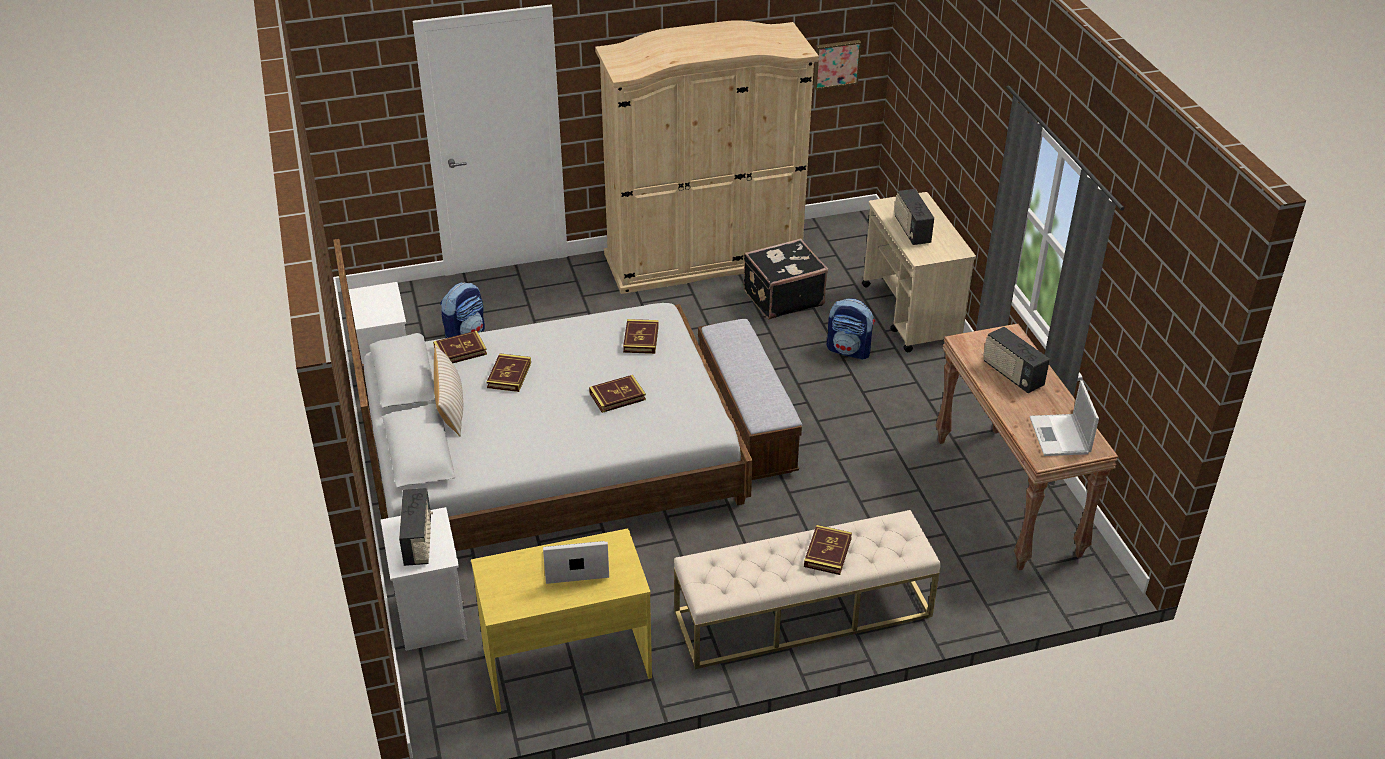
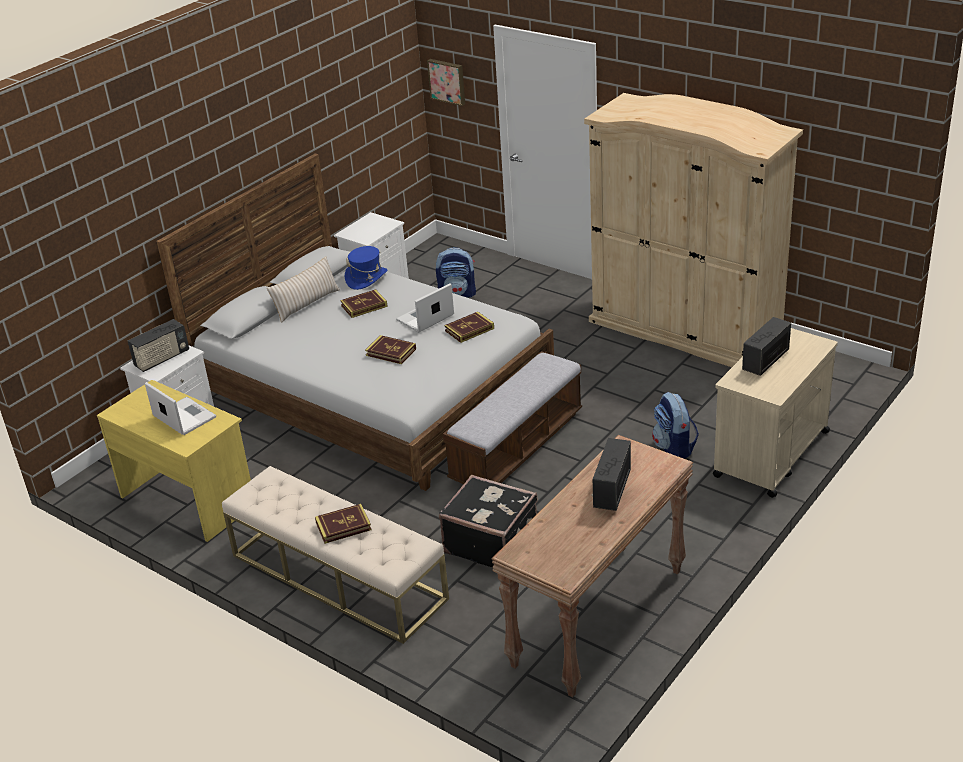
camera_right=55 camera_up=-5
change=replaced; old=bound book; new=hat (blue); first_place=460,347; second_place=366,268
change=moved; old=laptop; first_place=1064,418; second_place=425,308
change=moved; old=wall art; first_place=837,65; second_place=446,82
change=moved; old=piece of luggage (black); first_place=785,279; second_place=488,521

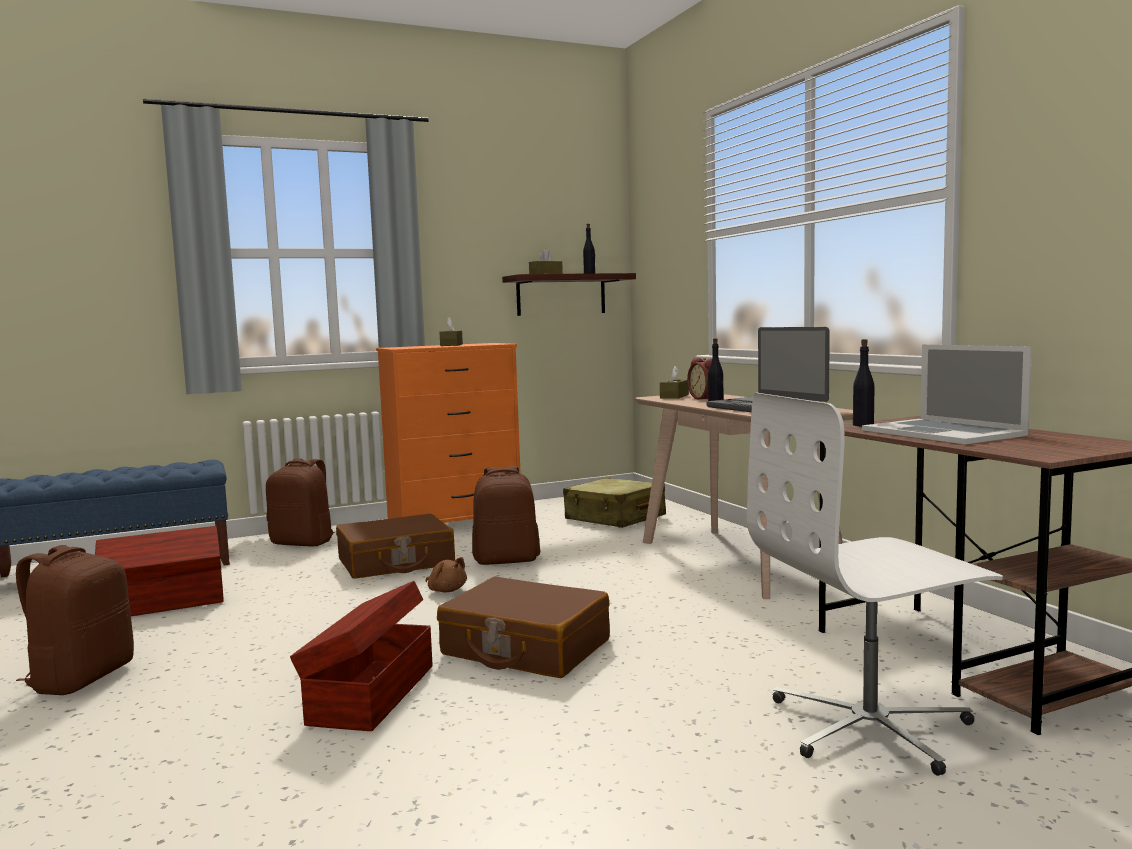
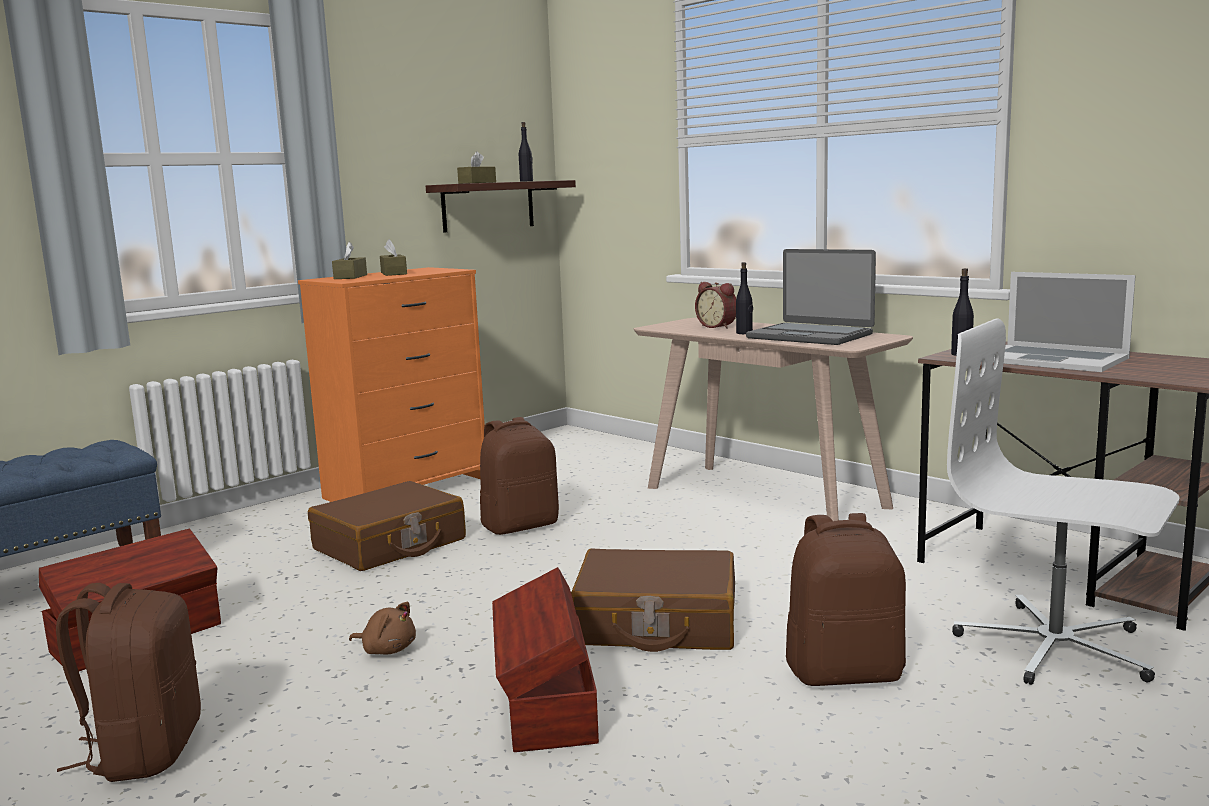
camera_right=-20 camera_up=5
change=moved; old=box of tissues (brown); first_place=674,382; second_place=349,260
change=moved; old=plush toy (brown); first_place=446,575; second_place=382,628
change=moved; old=backpack (brown); first_place=300,503; second_place=846,599
change=turned; old=computer chair (white); first_place=875,584; second_place=1063,501; degrees=75
change=removed; old=piece of luggage (beige-coloured); first_place=614,503

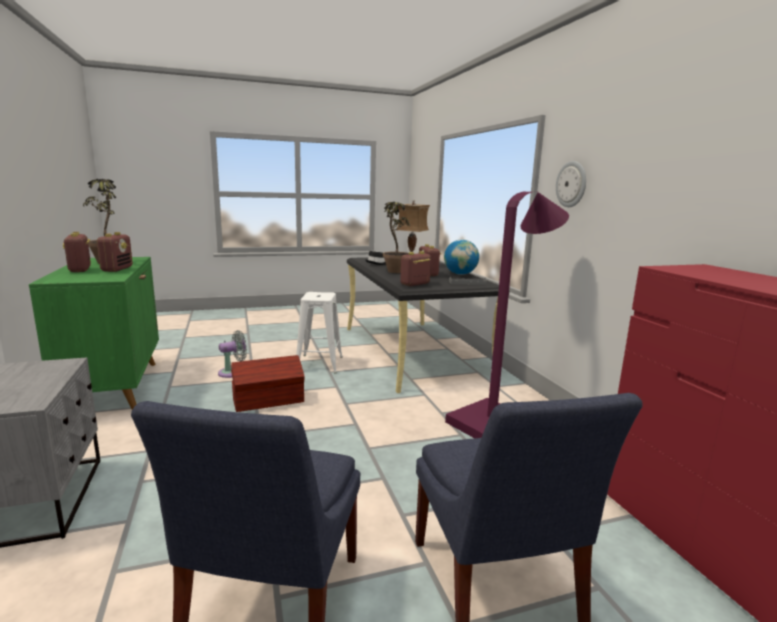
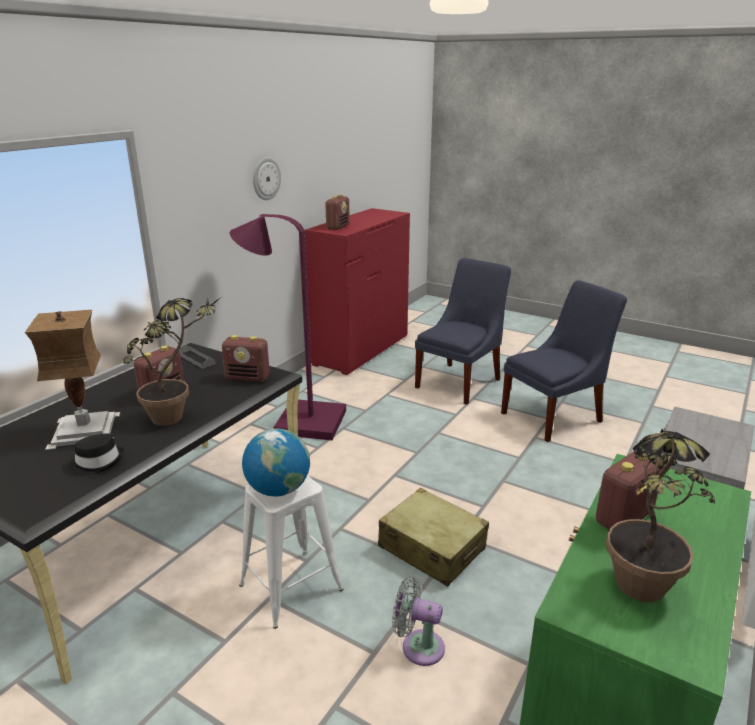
camera_right=-130 camera_up=10
change=moved; old=globe; first_place=461,257; second_place=276,462
change=moved; old=clock on the wall; first_place=571,184; second_place=267,178
change=moved; old=radio set; first_place=77,252; second_place=337,212
change=replaced; old=storage bin (brown); new=piece of luggage (beige-coloured); first_place=268,383; second_place=433,537

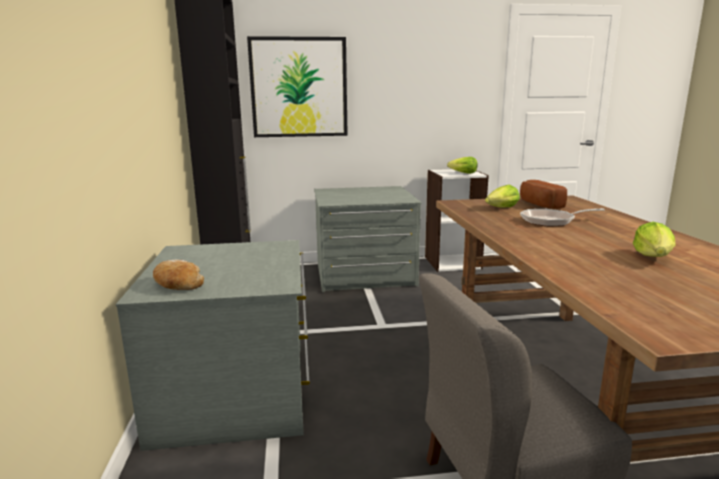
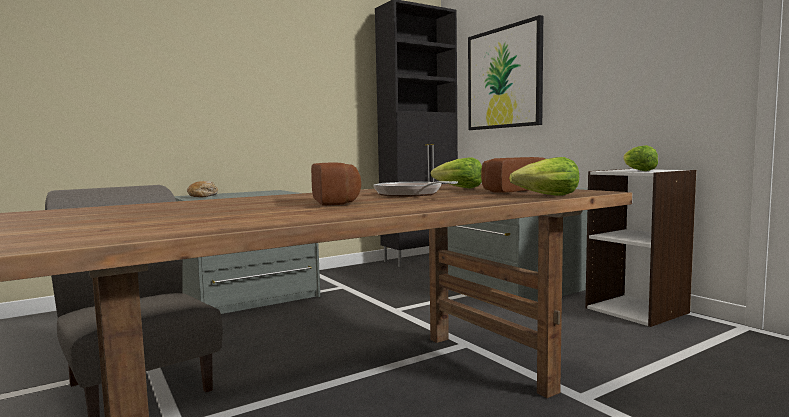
camera_right=65 camera_up=-10
change=added; new=bakery bread; second_place=336,184
change=moved; old=lettuce head; first_place=654,239; second_place=544,176

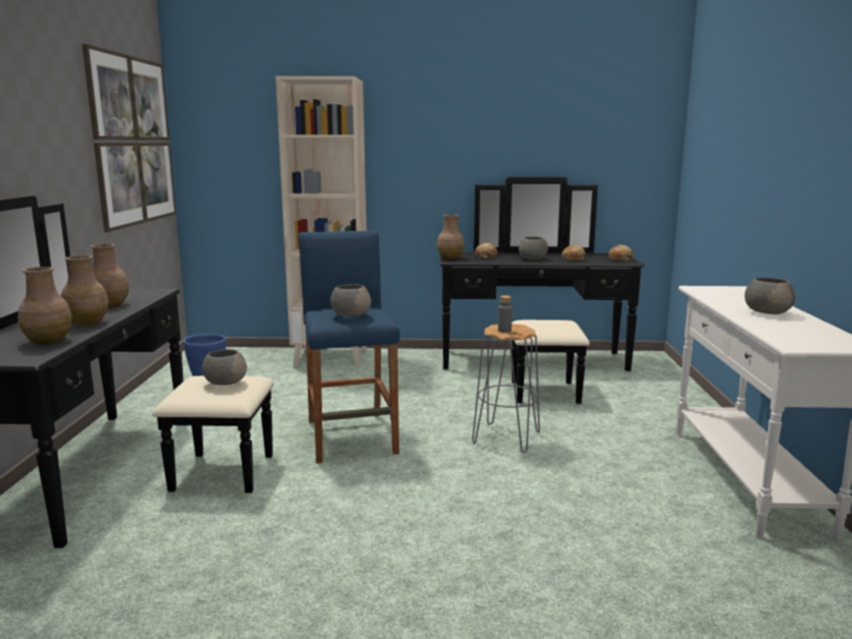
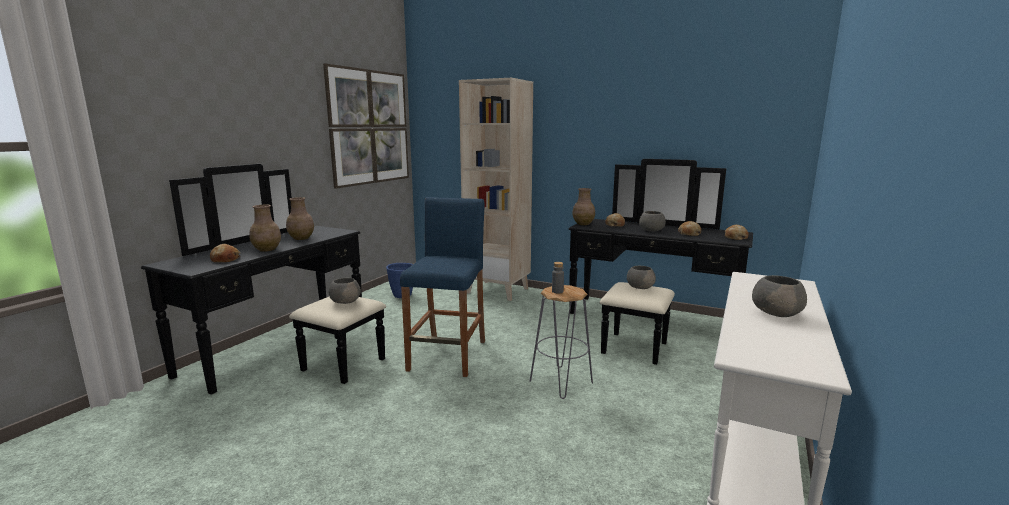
camera_right=25 camera_up=0
change=replaced; old=vase (brown); new=bakery bread; first_place=45,306; second_place=225,253
change=moved; old=bowl (gray); first_place=351,300; second_place=641,277

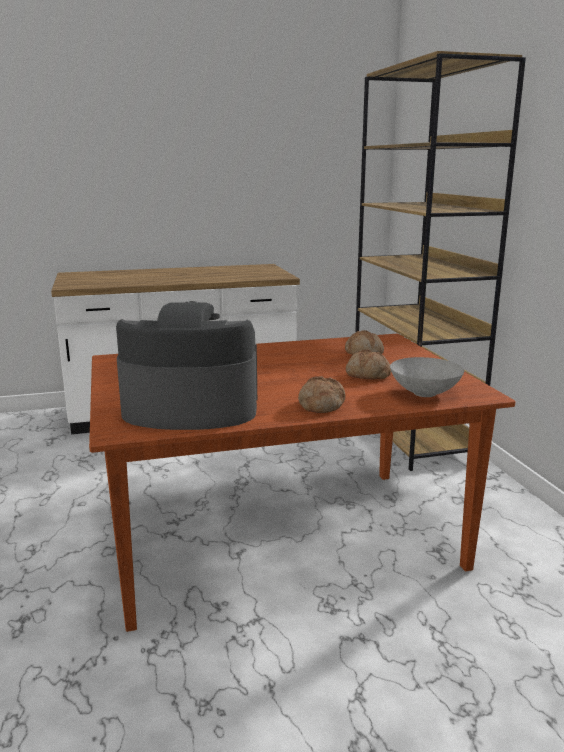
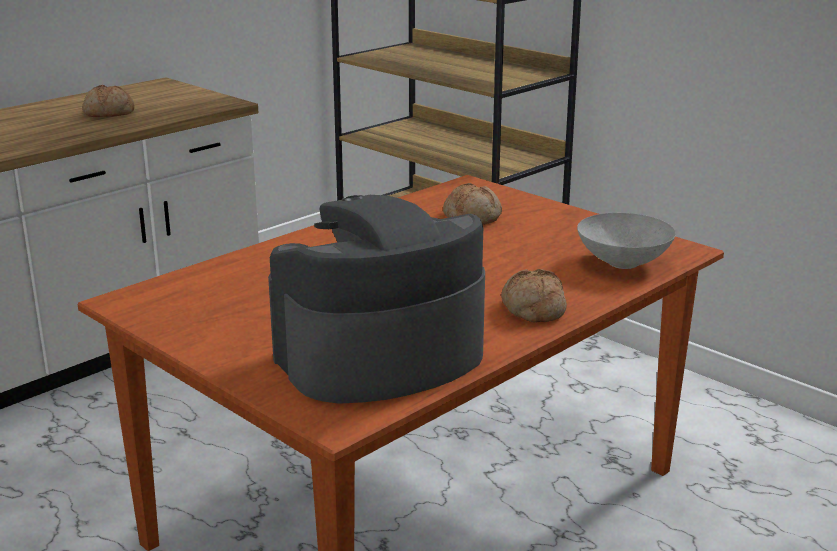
camera_right=-30 camera_up=5
change=moved; old=bakery bread; first_place=368,364; second_place=108,101

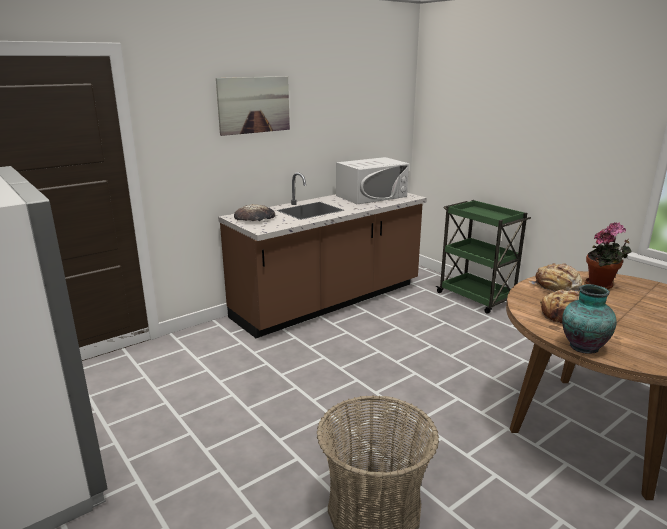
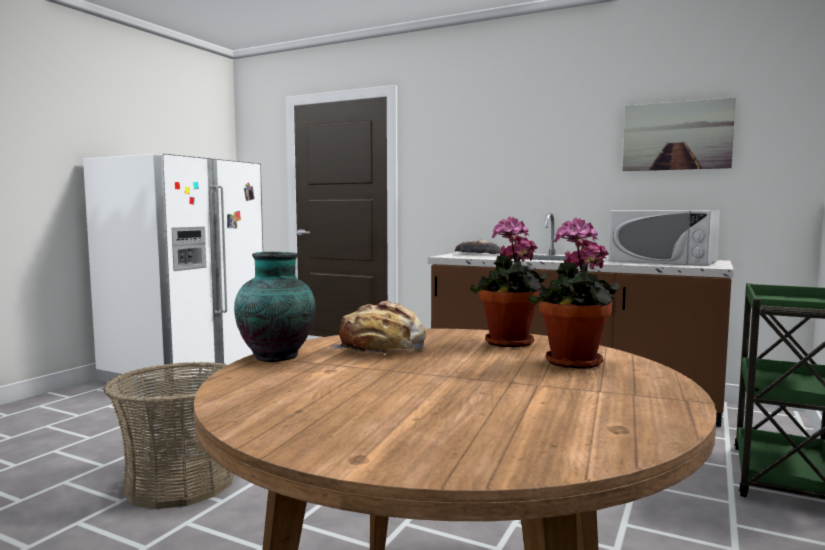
camera_right=65 camera_up=-15
change=replaced; old=bakery bread; new=houseplant; first_place=555,277; second_place=508,282
change=moved; old=wall art; first_place=253,106; second_place=679,134

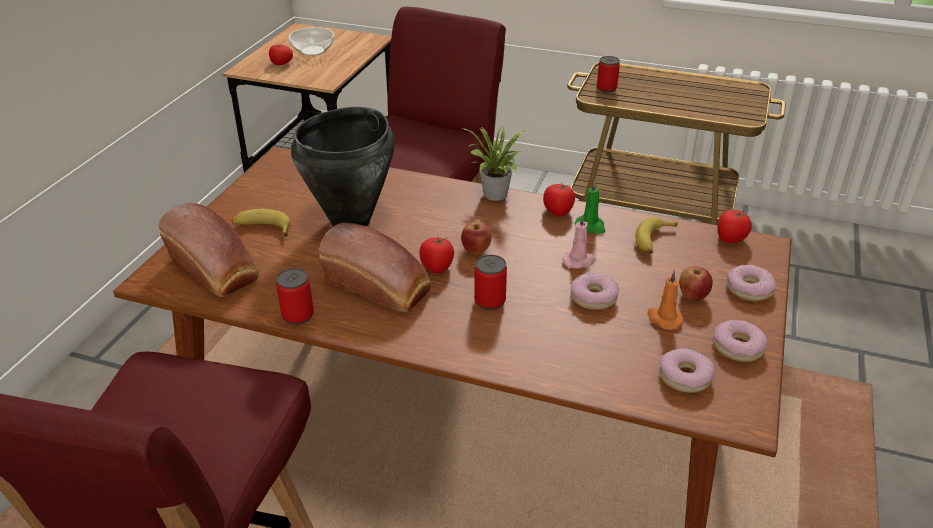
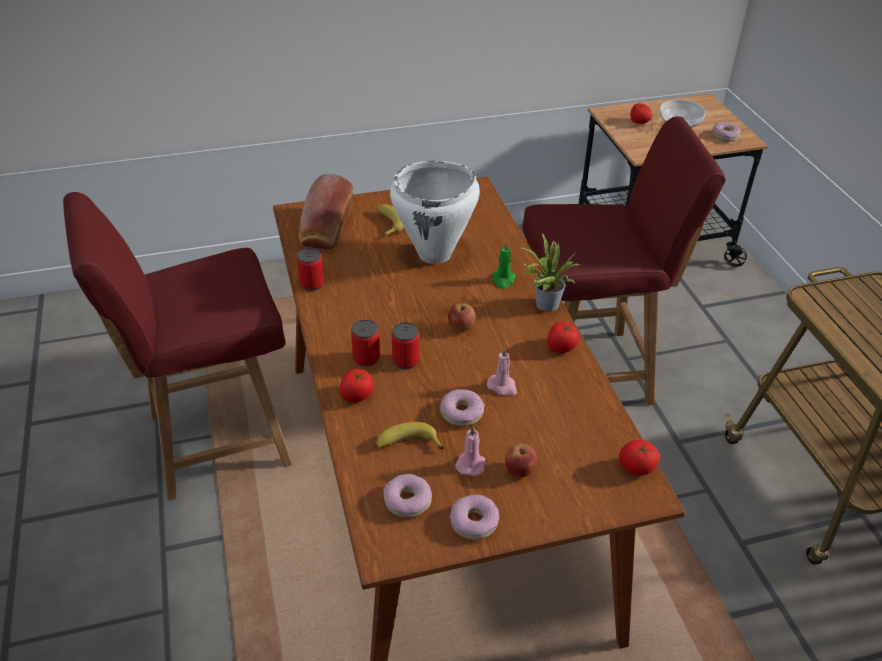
camera_right=55 camera_up=5
change=moved; old=tomato; first_place=436,255; second_place=356,386
change=moved; old=can; first_place=608,74; second_place=365,343
change=moved; old=banana; first_place=656,235; second_place=409,435
change=recoloured; old=saucepot (black); new=saucepot (white); first_place=343,166; second_place=435,212
change=recoloured; old=wax candle (orange-coloured); new=wax candle (pink); first_place=665,300; second_place=470,451
change=moved; old=wax candle (green); first_place=590,207; second_place=504,265
change=moved; old=donut; first_place=751,283; second_place=726,132
change=removed; old=bakery bread; first_place=375,267

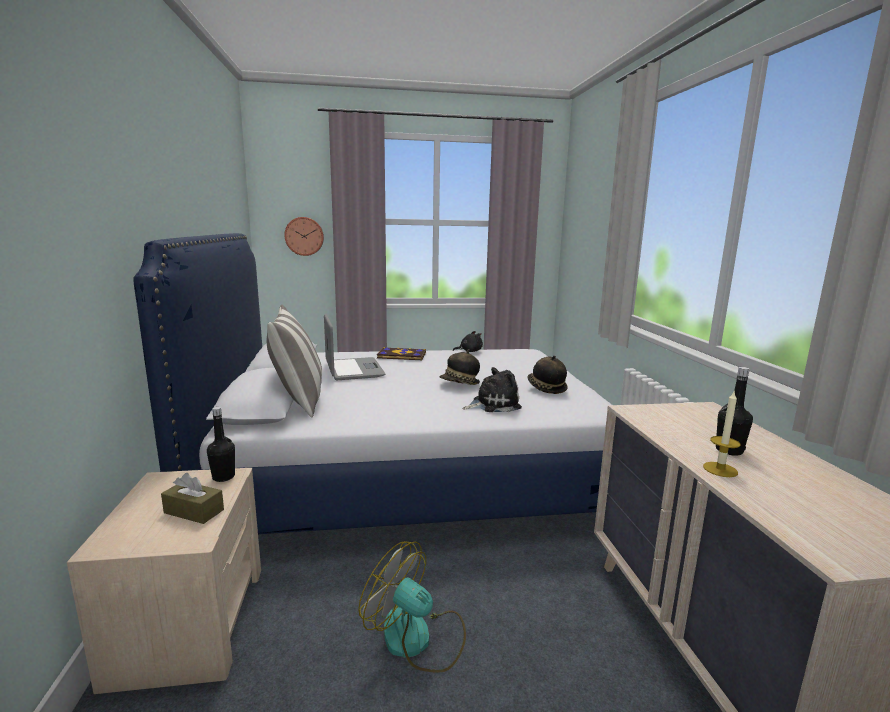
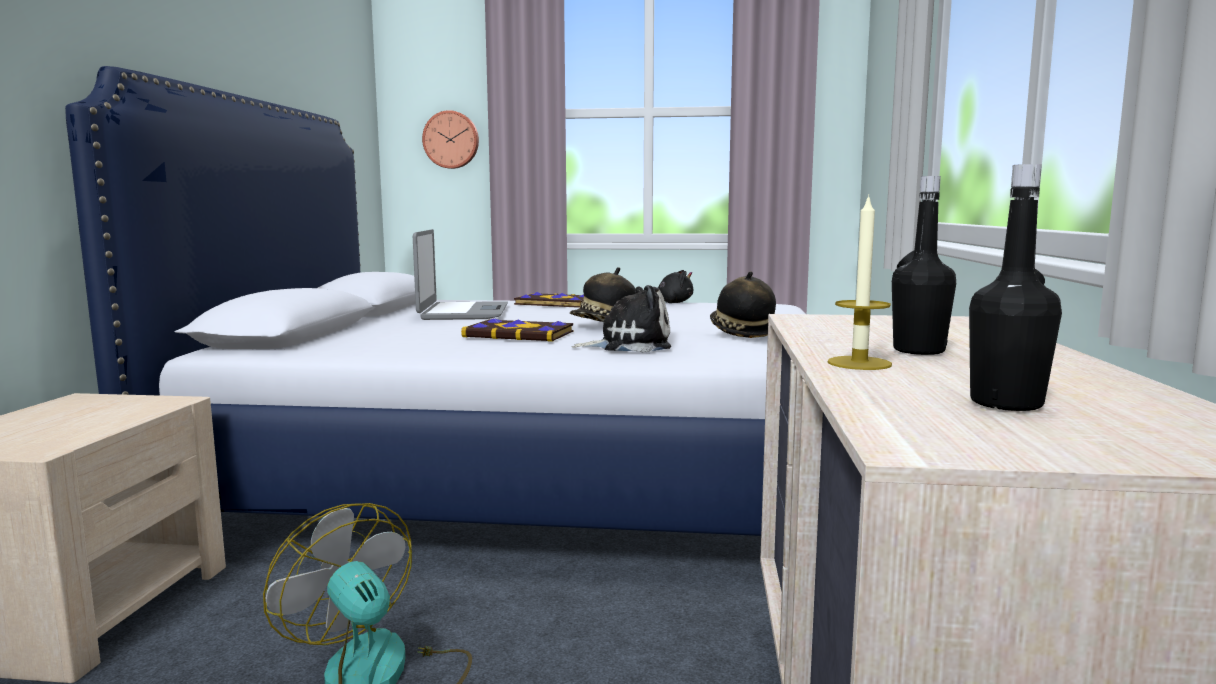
camera_right=15 camera_up=-5
change=added; new=bound book; second_place=517,330
change=moved; old=bottle (black); first_place=221,444; second_place=1015,287
change=removed; old=box of tissues (brown); first_place=192,498
change=removed; old=throw pillow; first_place=294,361

